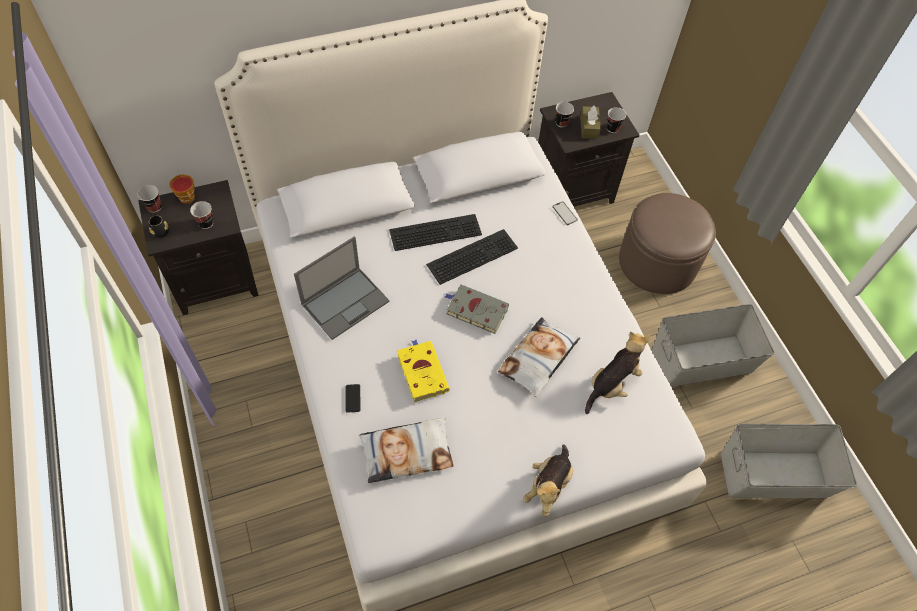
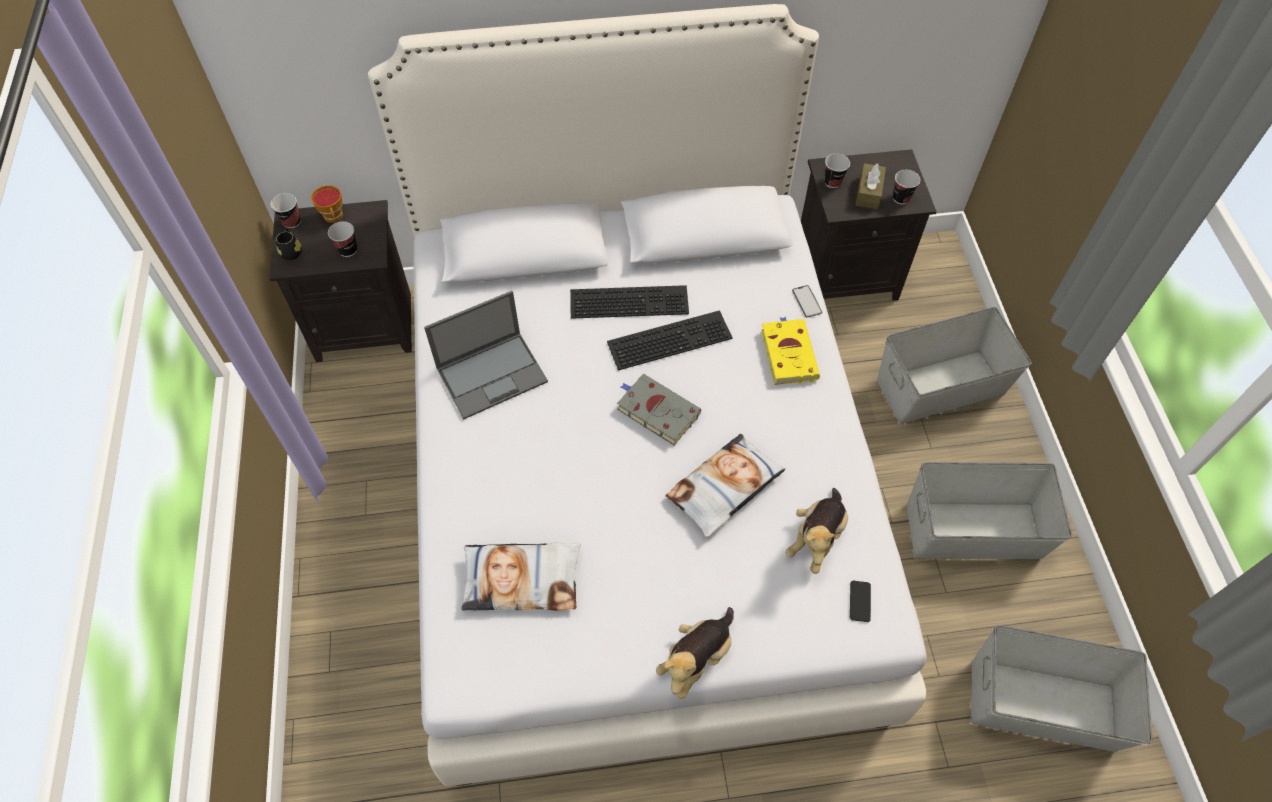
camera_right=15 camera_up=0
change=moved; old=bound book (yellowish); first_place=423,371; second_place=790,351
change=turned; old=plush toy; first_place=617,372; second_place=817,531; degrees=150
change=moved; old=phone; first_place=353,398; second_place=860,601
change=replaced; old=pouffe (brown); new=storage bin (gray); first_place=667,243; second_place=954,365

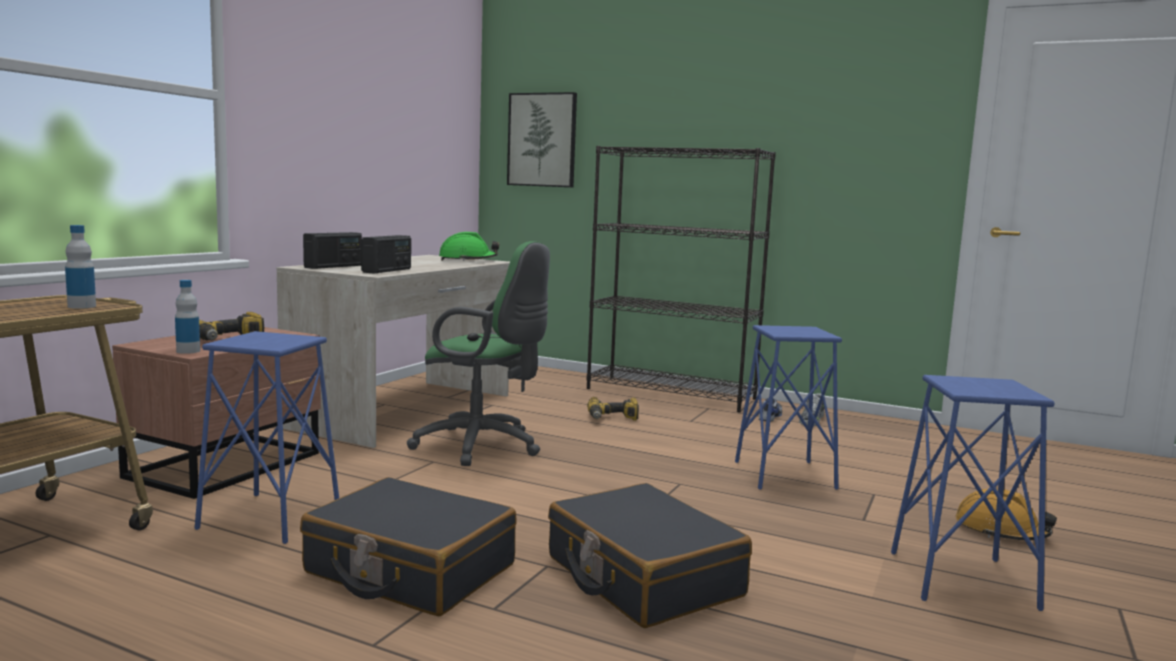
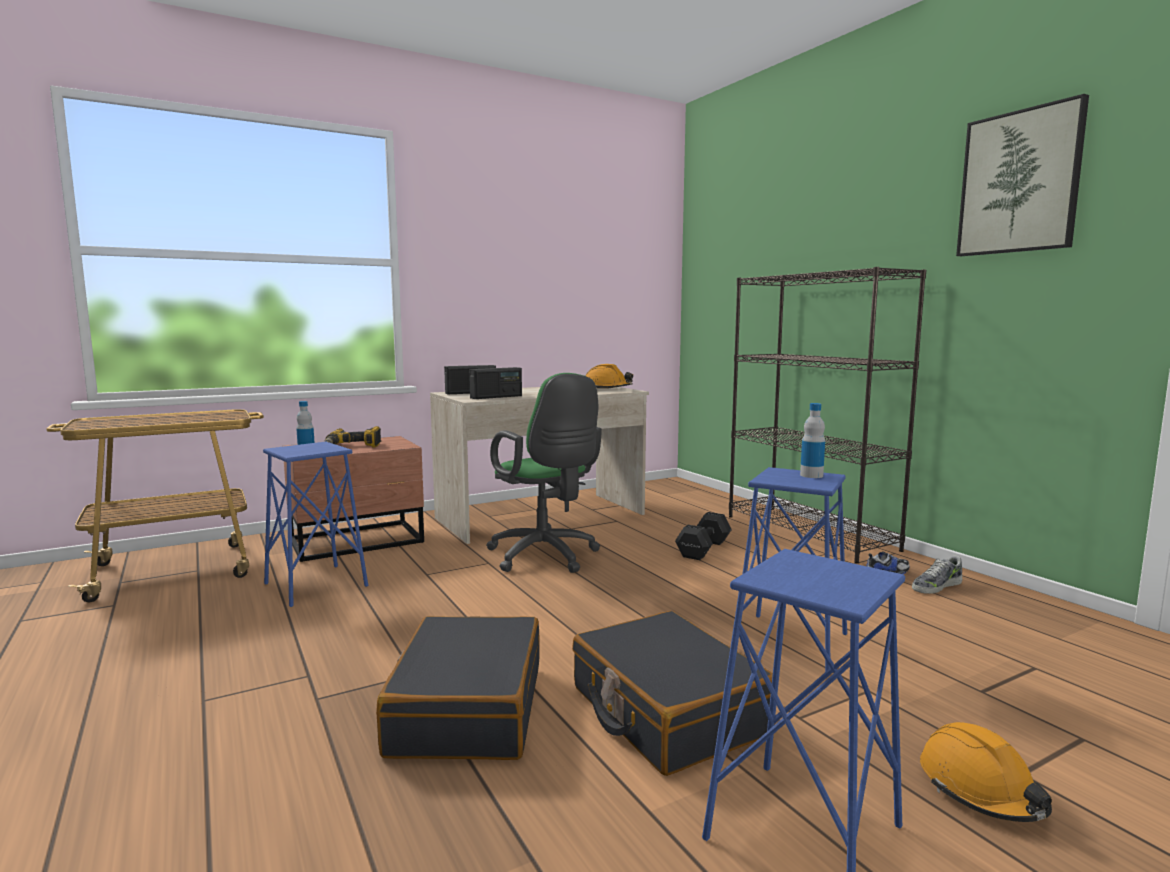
camera_right=35 camera_up=0
change=moved; old=piece of luggage (black); first_place=408,546; second_place=674,693
change=recoloured; old=hard hat (green); new=hard hat (orange-coloured); first_place=469,246; second_place=609,376
change=replaced; old=drill; new=hand weight (black); first_place=613,409; second_place=703,536
change=moved; old=bottle; first_place=80,267; second_place=812,440
change=moved; old=wall art; first_place=542,139; second_place=1022,175

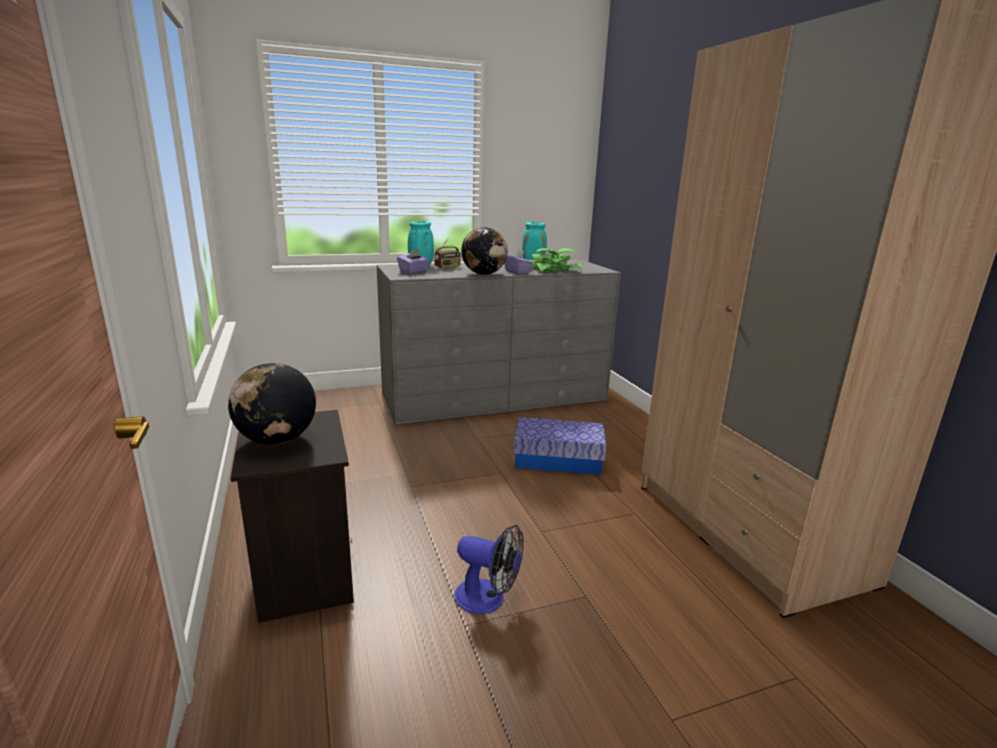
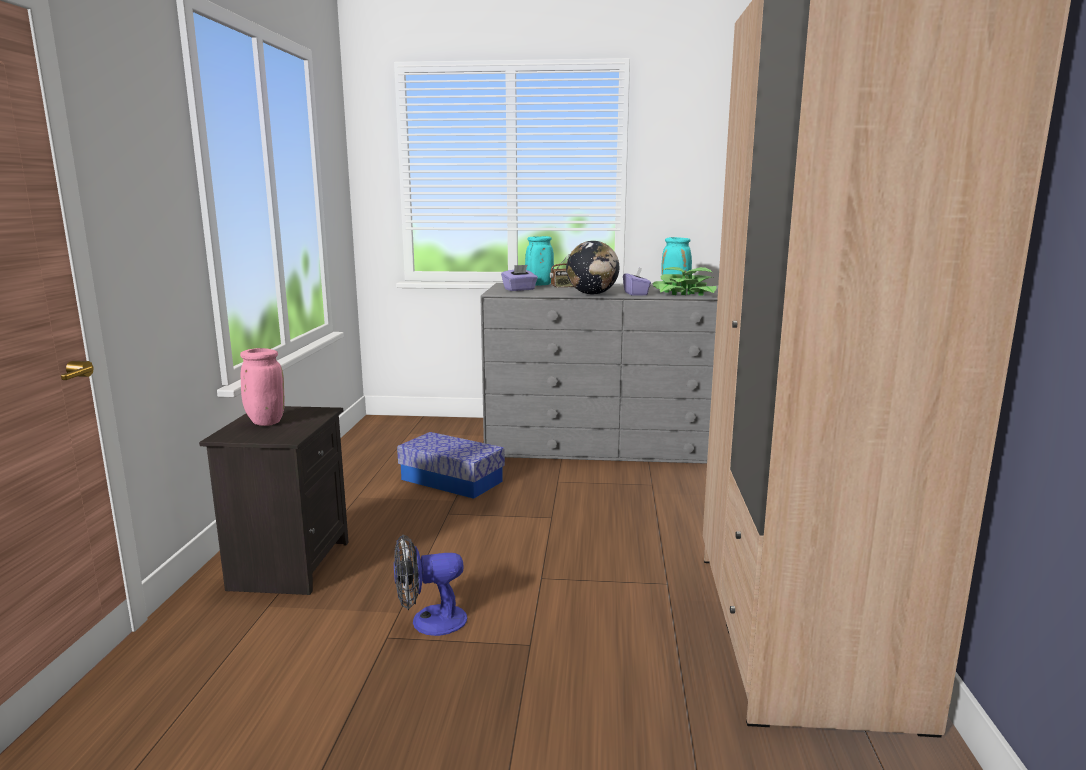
camera_right=25 camera_up=-5
change=replaced; old=globe; new=vase (pink); first_place=272,404; second_place=262,387
change=turned; old=cooling fan; first_place=489,569; second_place=430,585; degrees=120
change=moved; old=storage bin; first_place=560,446; second_place=451,465

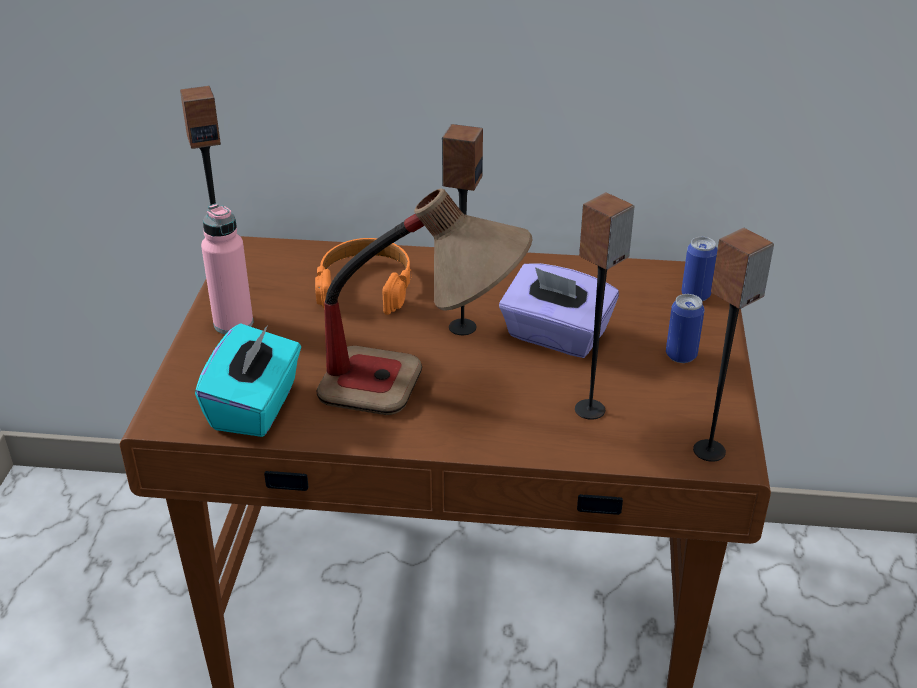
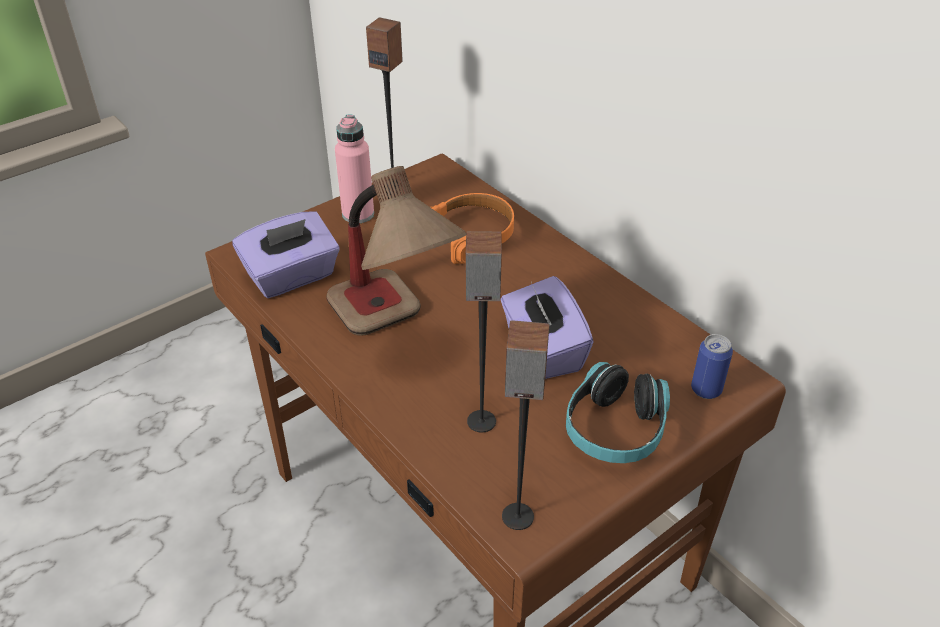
camera_right=45 camera_up=5
change=recoloured; old=box of tissues (turquoise); new=box of tissues (purplish); first_place=248,380; second_place=286,254
change=replaced; old=can; new=headset; first_place=685,328; second_place=618,412
change=removed; old=speaker; first_place=462,229

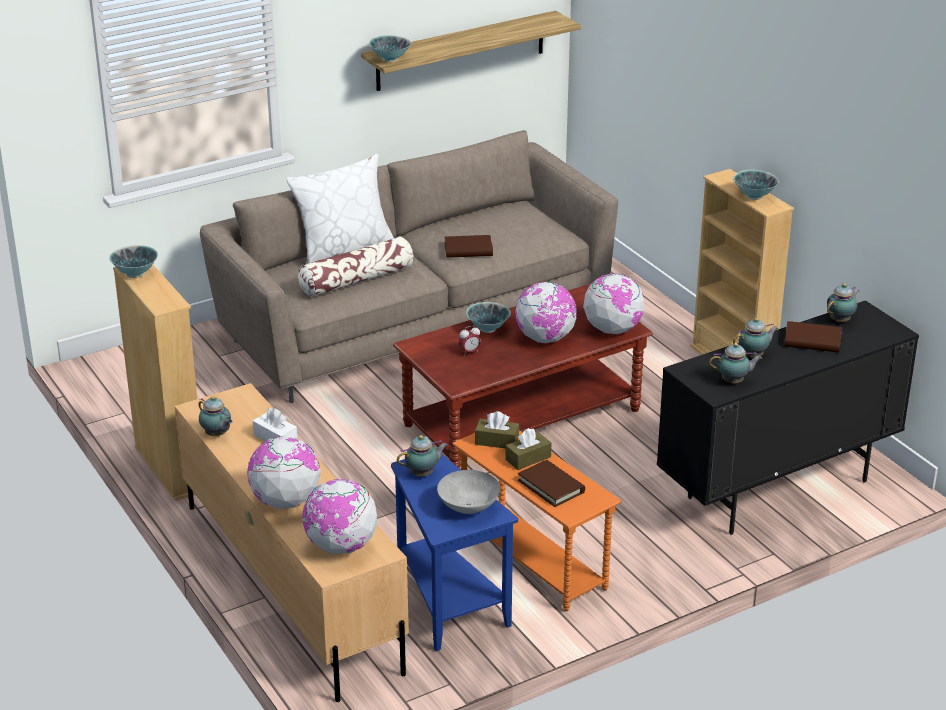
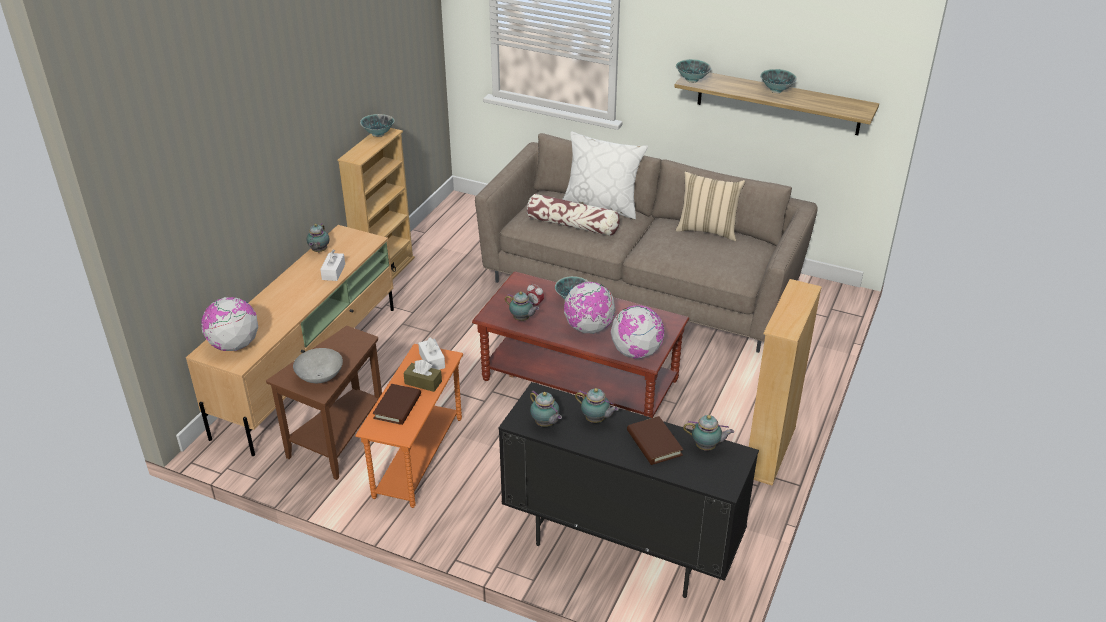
camera_right=55 camera_up=5
change=recoloured; old=accent table (blue); new=accent table (brown); first_place=454,552; second_place=324,403
change=recoloured; old=box of tissues (brown); new=box of tissues (white); first_place=497,429; second_place=431,353
change=moved; old=tea pot; first_place=422,455; second_place=522,306
change=added; new=throw pillow (beige-coloured); second_place=710,206
change=moved; old=bowl; first_place=756,185; second_place=778,81
change=removed; old=globe; first_place=284,472
change=removed; old=bound book (brown); first_place=468,246

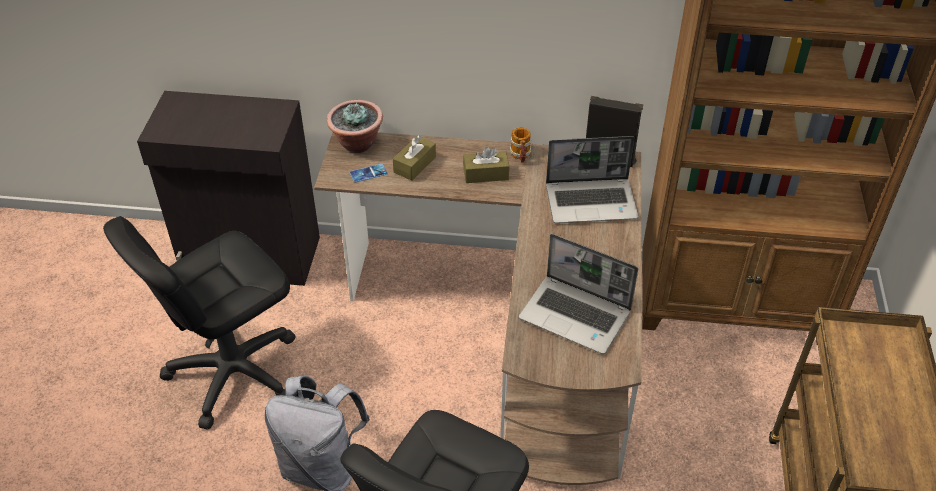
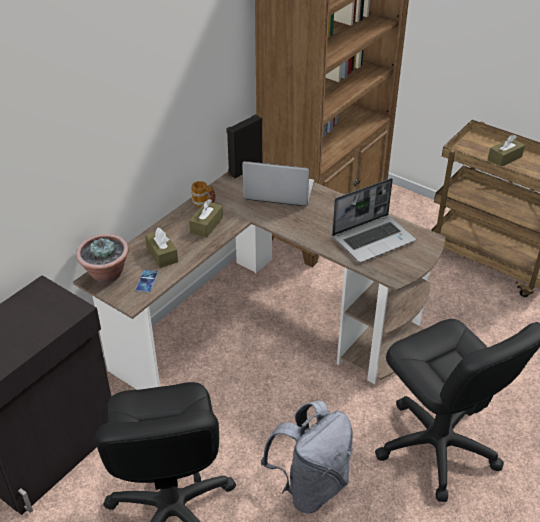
camera_right=-60 camera_up=-5
change=turned; old=laptop; first_place=592,179; second_place=278,183; degrees=-105
change=added; new=box of tissues (brown); second_place=506,151

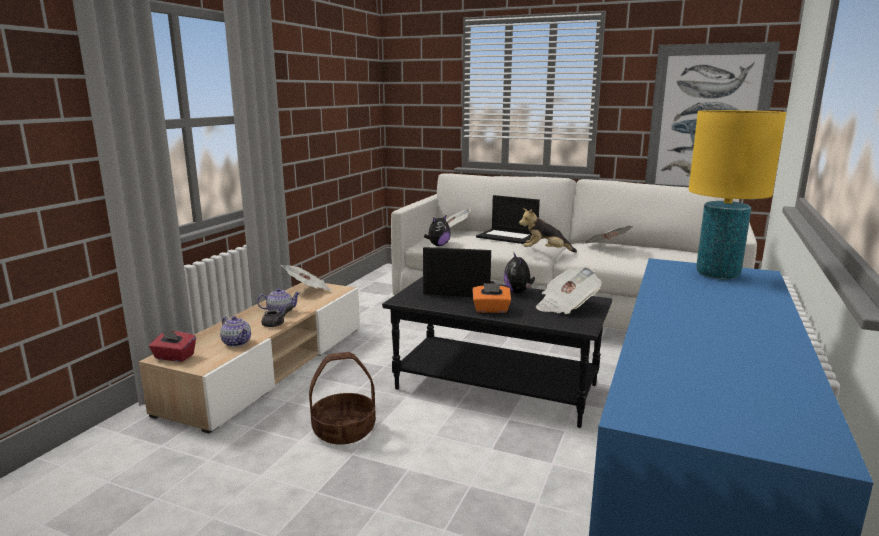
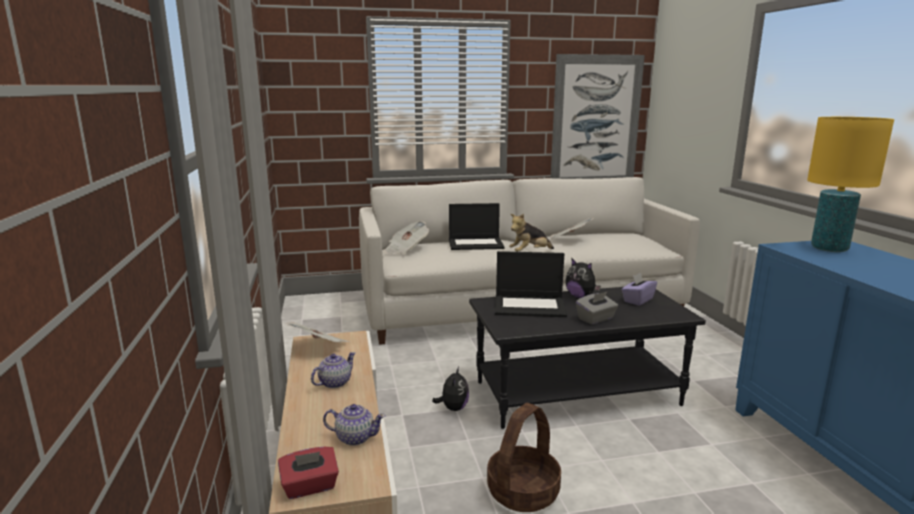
camera_right=-35 camera_up=0
change=moved; old=plush toy; first_place=437,230; second_place=450,389
change=turned; old=laptop; first_place=459,272; second_place=531,284; degrees=-150
change=recoloured; old=box of tissues (orange-coloured); new=box of tissues (gray); first_place=491,298; second_place=597,308
change=replaced; old=daily paper; new=box of tissues (purplish); first_place=569,290; second_place=639,289
change=removed; old=tea pot (gray); first_place=277,315

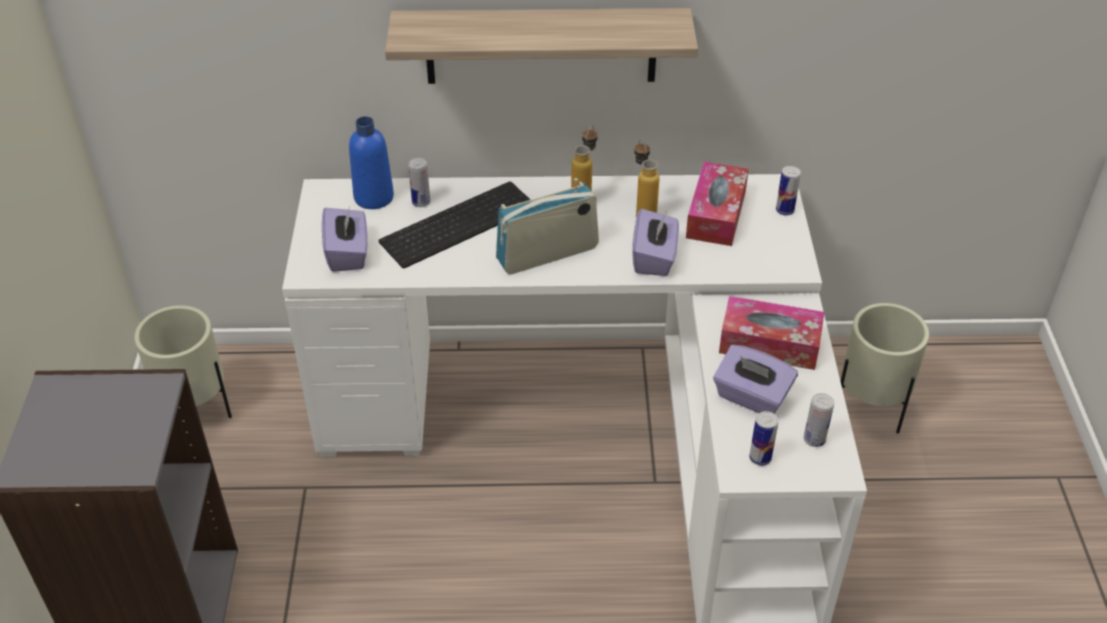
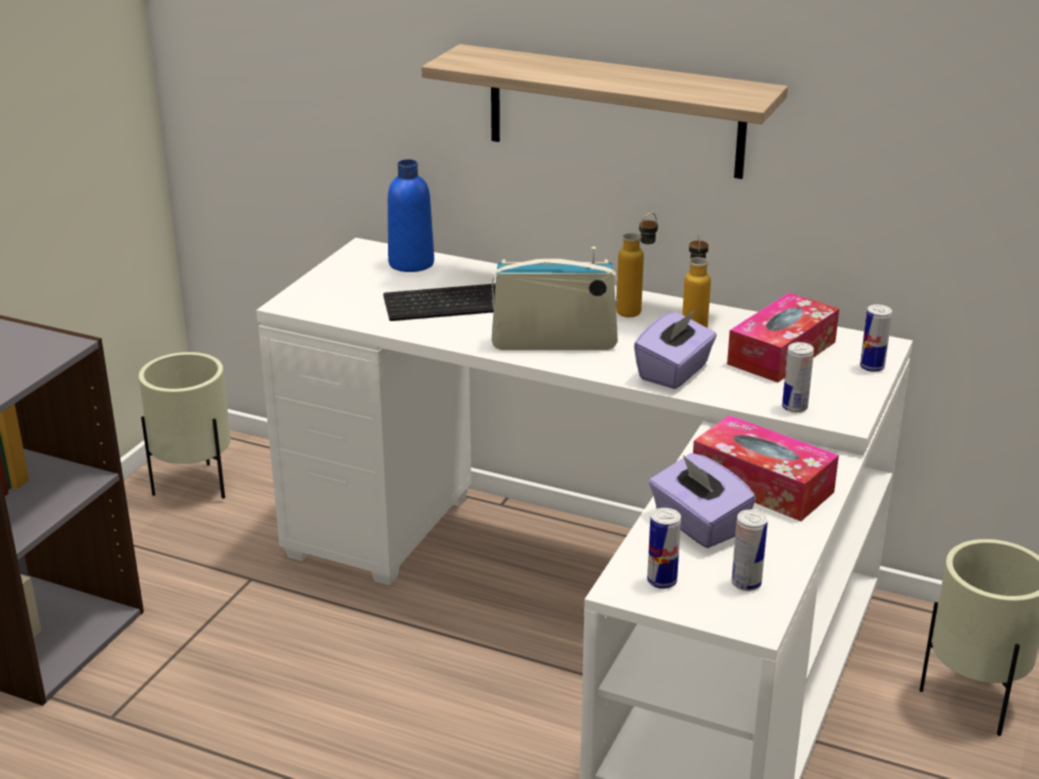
camera_right=25 camera_up=-15
change=moved; old=can; first_place=419,182; second_place=798,377
change=removed; old=box of tissues (purplish); first_place=345,239

